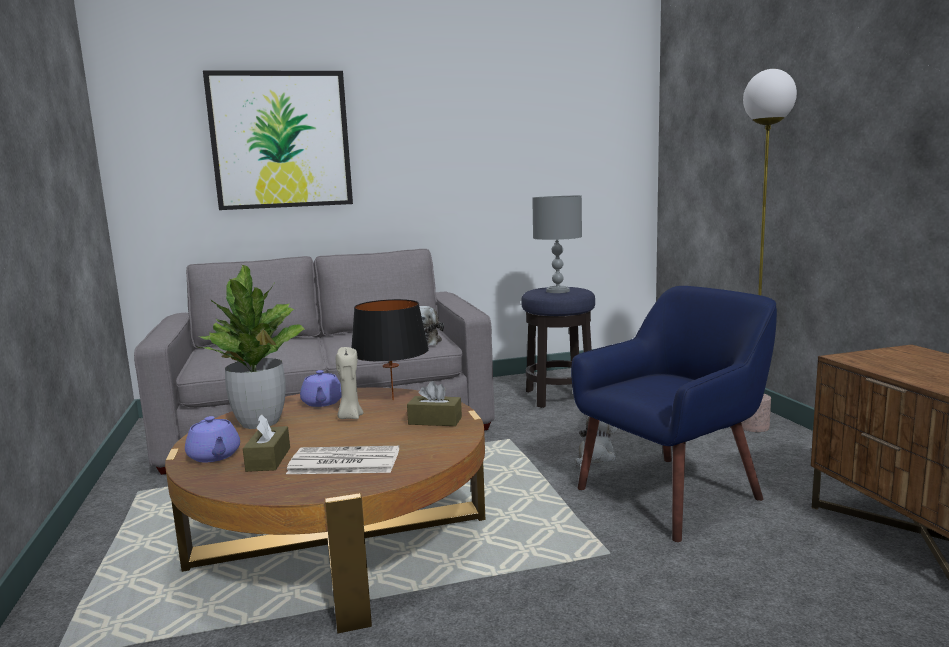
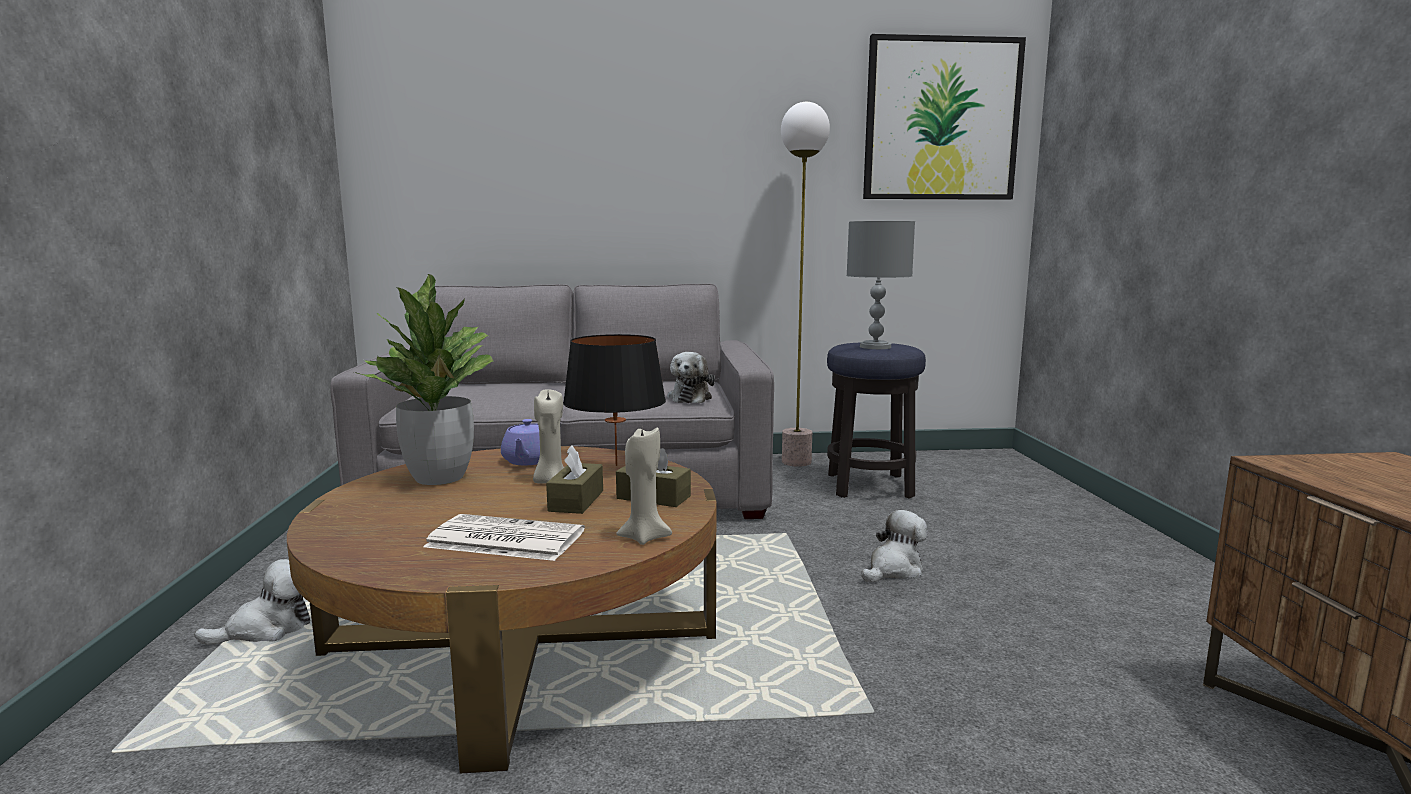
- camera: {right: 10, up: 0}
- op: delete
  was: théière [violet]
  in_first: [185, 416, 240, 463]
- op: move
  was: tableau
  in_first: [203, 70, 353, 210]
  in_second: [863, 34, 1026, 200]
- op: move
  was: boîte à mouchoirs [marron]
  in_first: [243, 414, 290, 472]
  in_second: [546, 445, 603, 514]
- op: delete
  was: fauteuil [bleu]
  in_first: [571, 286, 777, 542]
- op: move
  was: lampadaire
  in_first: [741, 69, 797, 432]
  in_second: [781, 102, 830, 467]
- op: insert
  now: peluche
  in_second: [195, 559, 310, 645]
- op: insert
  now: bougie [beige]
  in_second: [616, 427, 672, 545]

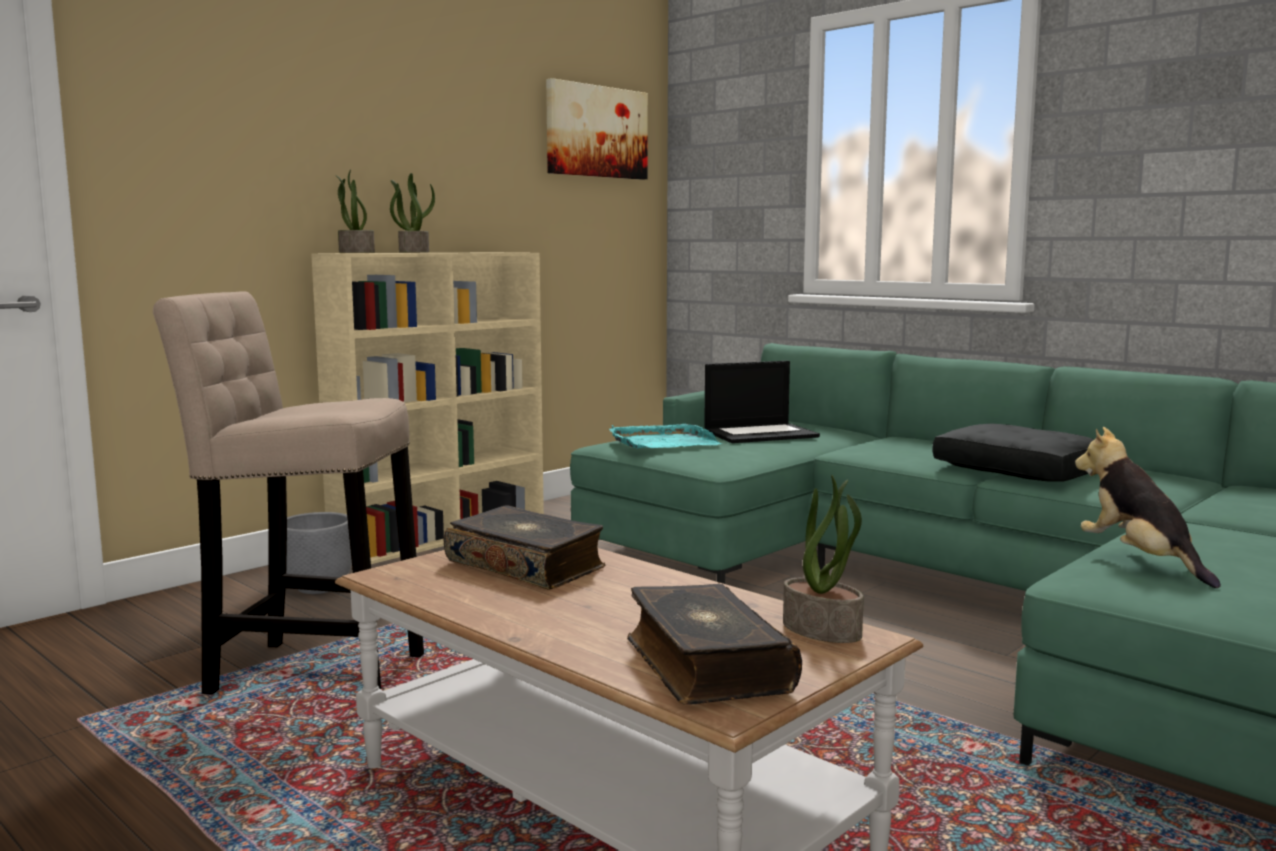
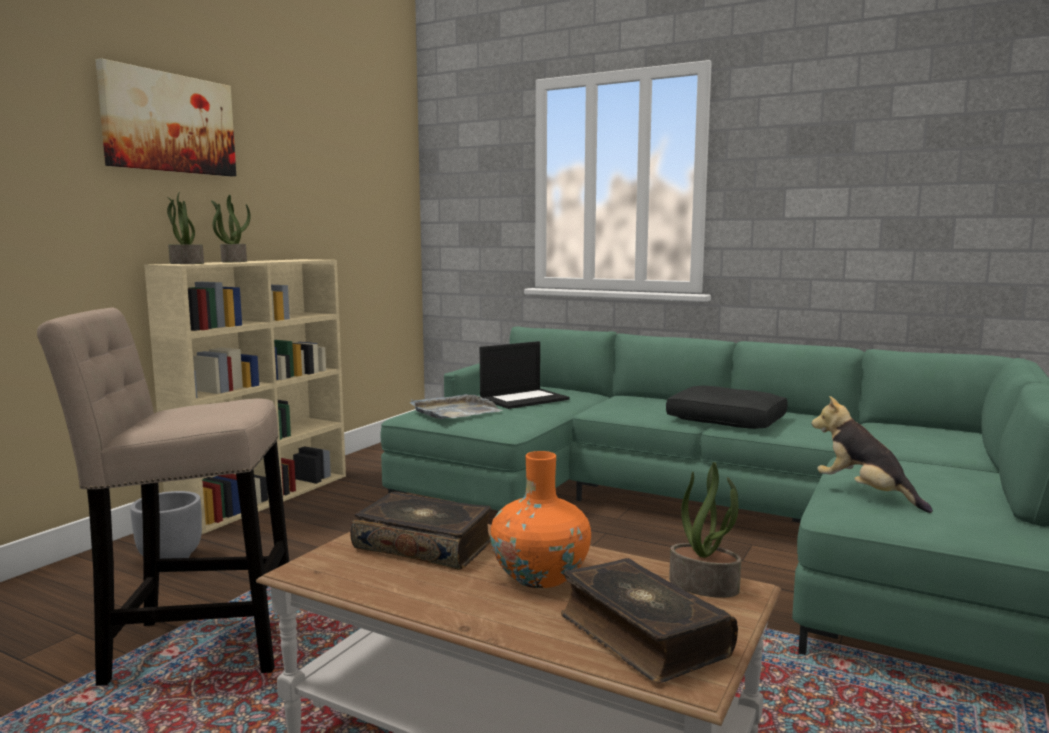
- camera: {right: -15, up: 0}
- op: move
  was: tableau
  in_first: [546, 78, 648, 180]
  in_second: [96, 58, 236, 176]
- op: recolor
  was: plateau [turquoise]
  now: plateau [gris]
  in_first: [609, 424, 722, 448]
  in_second: [410, 394, 503, 419]
- op: insert
  now: vase [orange]
  in_second: [490, 451, 591, 588]

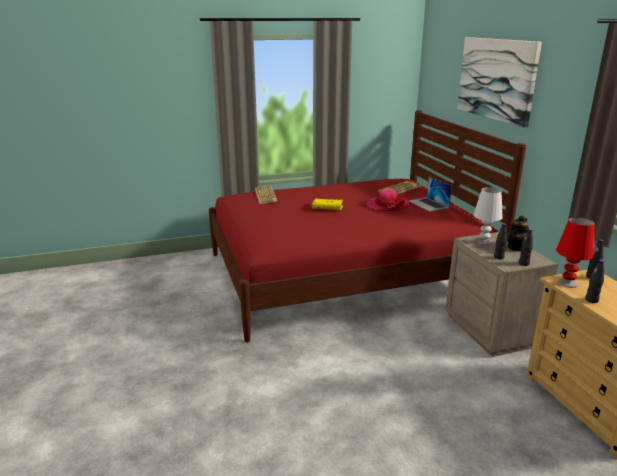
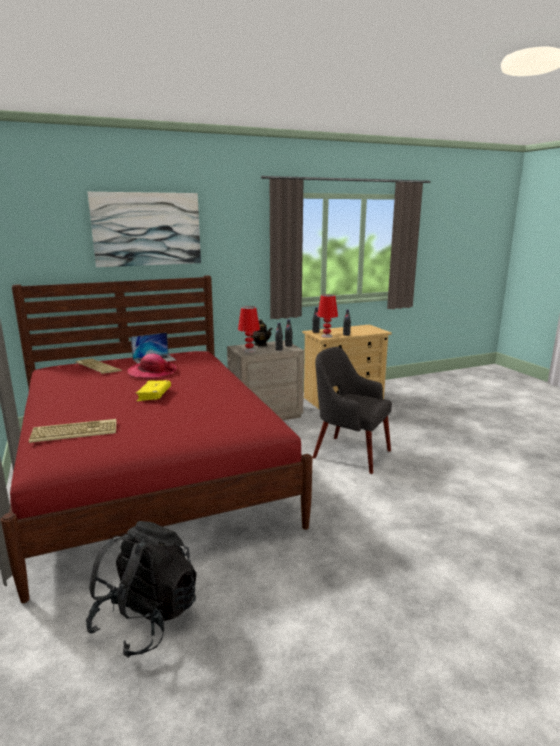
- camera: {right: -95, up: -5}
- op: recolor
  was: lampe de table [blanc]
  now: lampe de table [rouge]
  in_first: [474, 187, 503, 245]
  in_second: [238, 306, 260, 353]
- op: insert
  now: sac à dos [noir]
  in_second: [86, 521, 197, 658]
- op: insert
  now: fauteuil [gris]
  in_second: [312, 347, 392, 474]

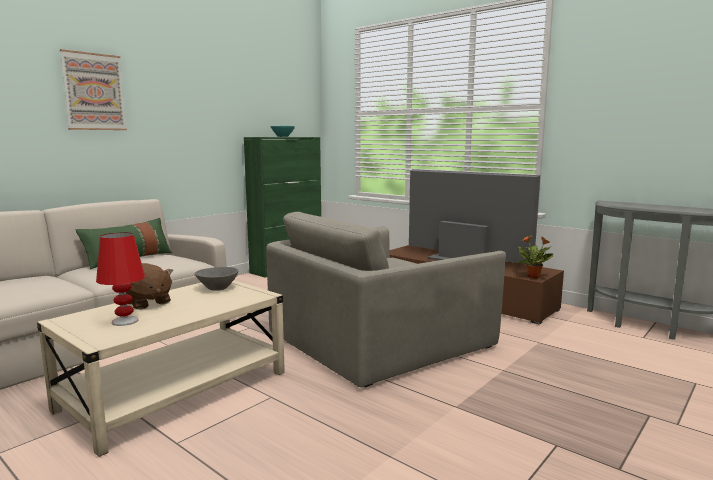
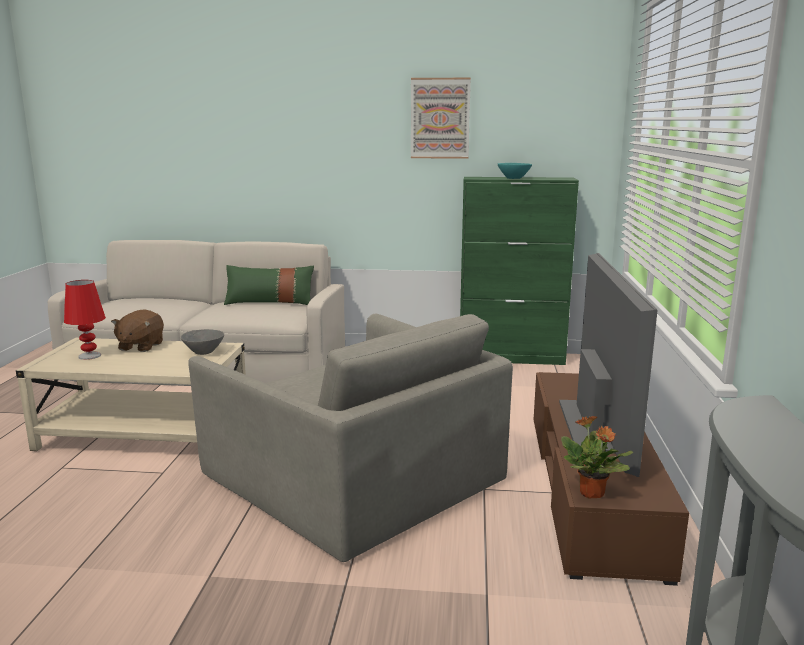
- camera: {right: 55, up: 5}
- op: move
  was: tableau
  in_first: [60, 49, 127, 130]
  in_second: [411, 78, 471, 159]
- op: rotate
  was: fauteuil [gris]
  in_first: [266, 212, 506, 387]
  in_second: [188, 314, 513, 562]
  clockwise: -150

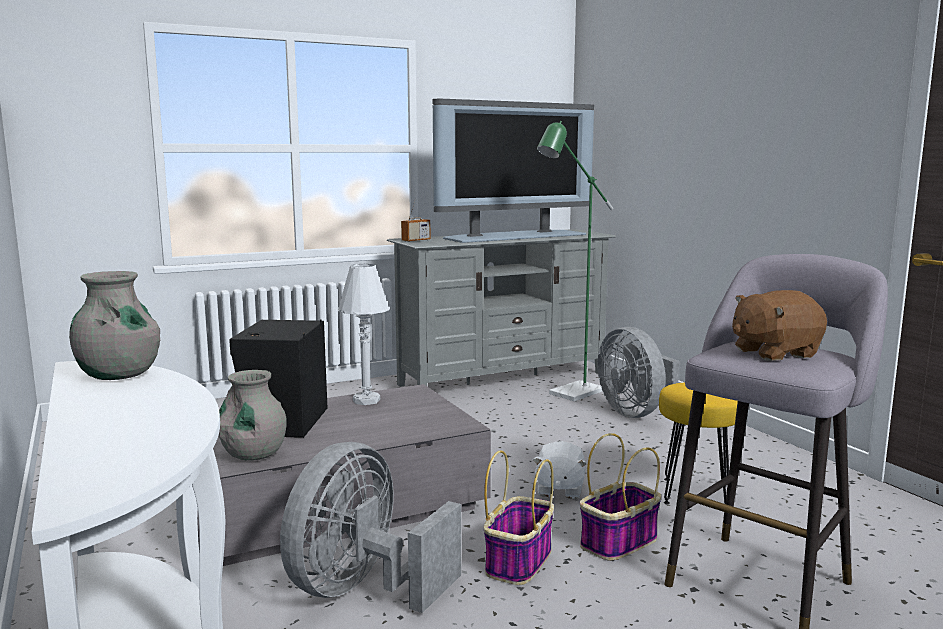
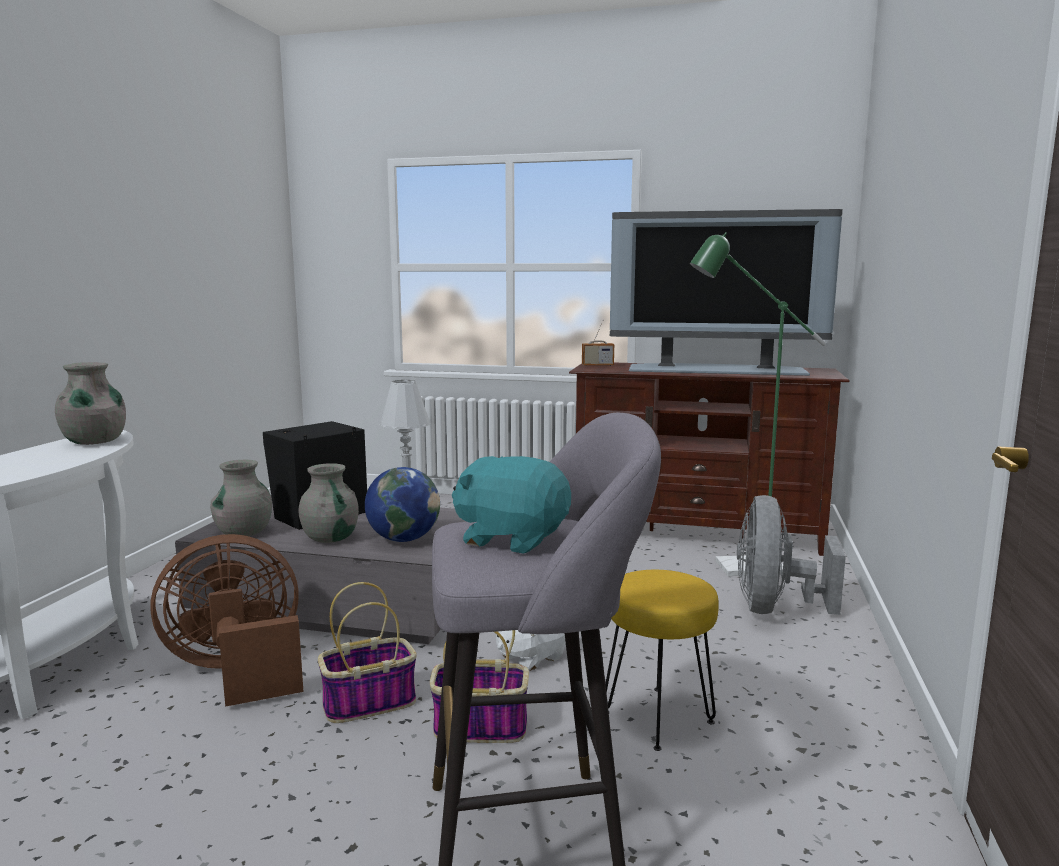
- camera: {right: 40, up: 0}
- op: recolor
  was: ventilateur [gris]
  now: ventilateur [marron]
  in_first: [280, 442, 461, 613]
  in_second: [151, 534, 303, 707]
- op: recolor
  was: meuble télé [gris]
  now: meuble télé [marron]
  in_first: [387, 229, 616, 387]
  in_second: [569, 363, 850, 556]
- op: recolor
  was: peluche [marron]
  now: peluche [turquoise]
  in_first: [732, 290, 827, 361]
  in_second: [452, 456, 571, 554]
- op: insert
  now: vase [gris]
  in_second: [298, 463, 359, 543]
- op: insert
  now: globe
  in_second: [365, 467, 440, 542]

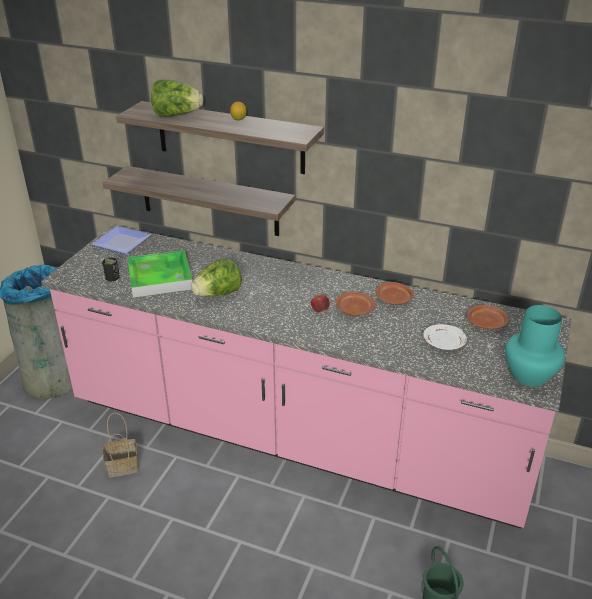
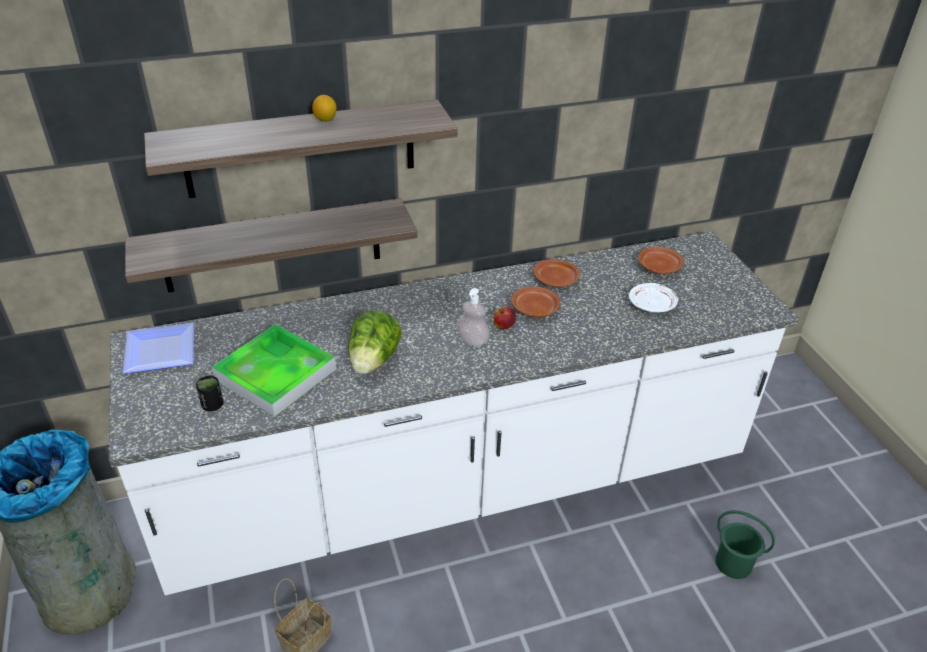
- camera: {right: -40, up: 5}
- op: recolor
  was: comptoir de cuisine [rose]
  now: comptoir de cuisine [blanc]
  in_first: [41, 225, 571, 529]
  in_second: [109, 232, 799, 595]
- op: delete
  was: laitue
  in_first: [151, 79, 203, 117]
- op: delete
  was: vase [turquoise]
  in_first: [505, 305, 565, 387]
- op: insert
  now: distributeur de savon
  in_second: [457, 288, 490, 346]

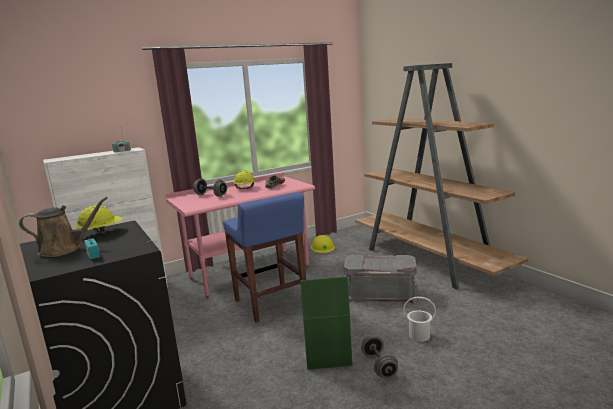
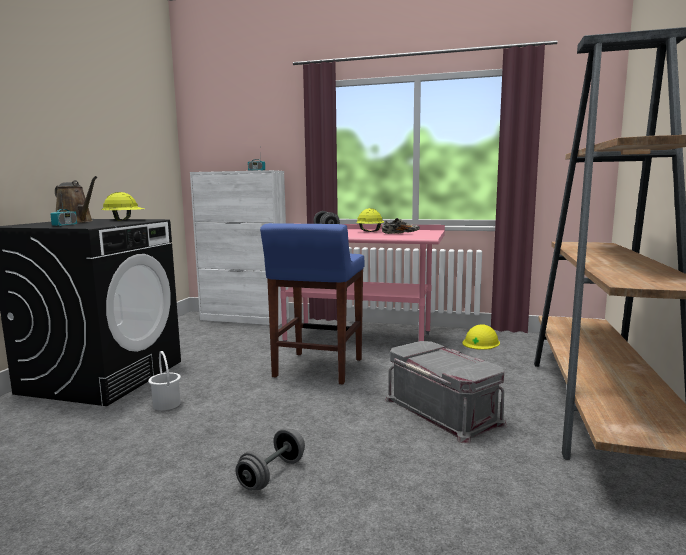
- camera: {right: 45, up: -5}
- op: delete
  was: boîte de rangement [vert]
  in_first: [300, 276, 352, 370]
- op: move
  was: seau [blanc]
  in_first: [403, 297, 436, 342]
  in_second: [148, 351, 181, 410]

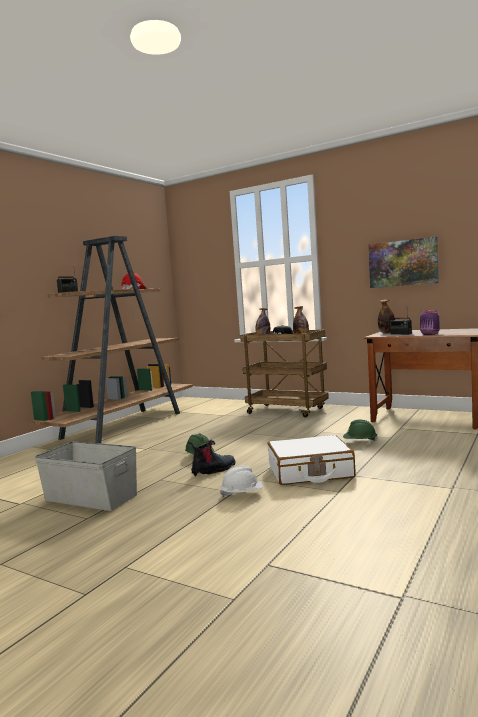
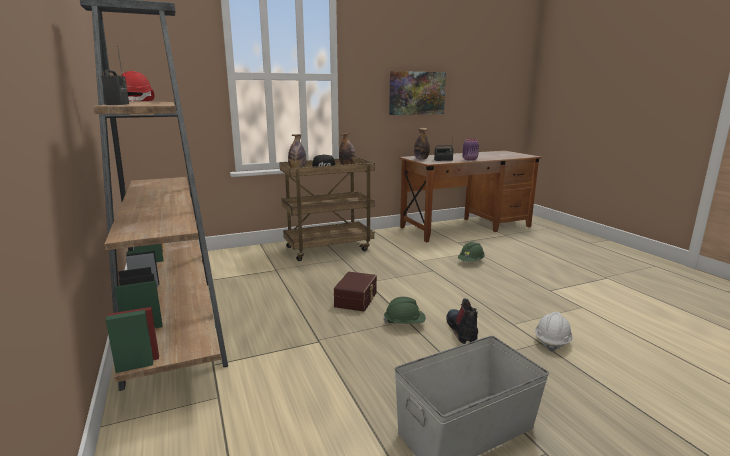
- camera: {right: -55, up: 10}
- op: delete
  was: valise [blanc]
  in_first: [267, 435, 356, 485]
- op: insert
  now: boîte de rangement [marron]
  in_second: [334, 272, 377, 312]

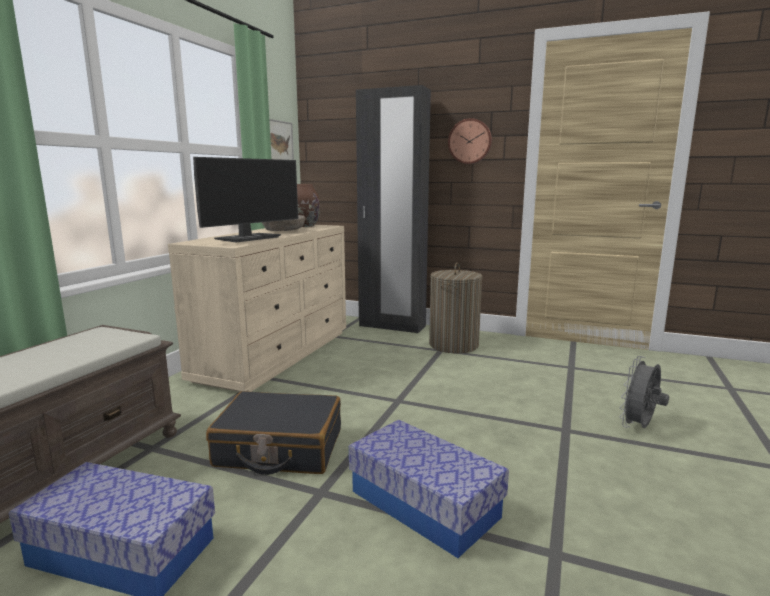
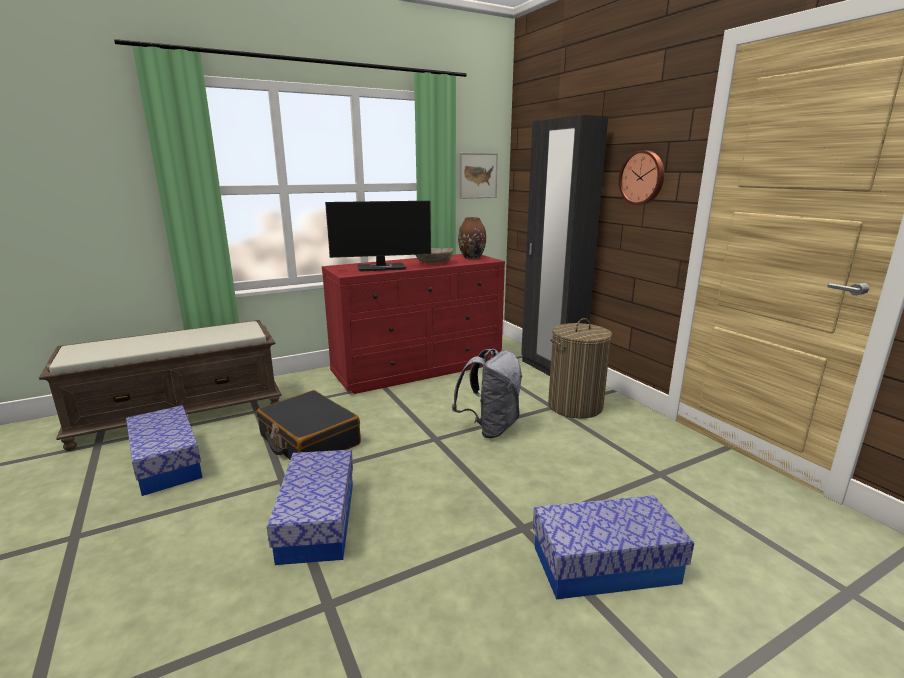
- camera: {right: 40, up: 5}
- op: recolor
  was: commode [beige]
  now: commode [rouge]
  in_first: [168, 225, 346, 392]
  in_second: [322, 254, 505, 394]
- op: replace
  was: ventilateur [gris]
  now: boîte de rangement
  in_first: [620, 356, 669, 428]
  in_second: [533, 495, 694, 600]
- op: insert
  now: sac à dos [gris]
  in_second: [452, 349, 522, 438]

